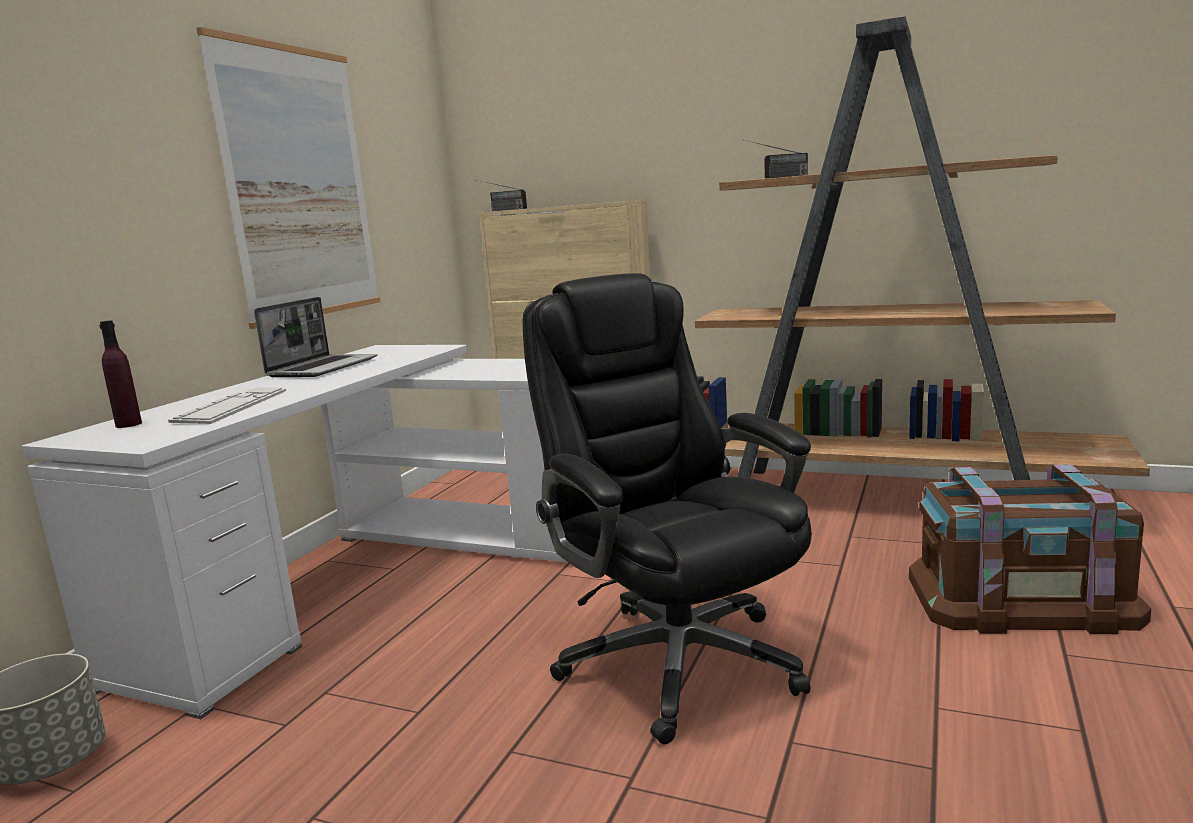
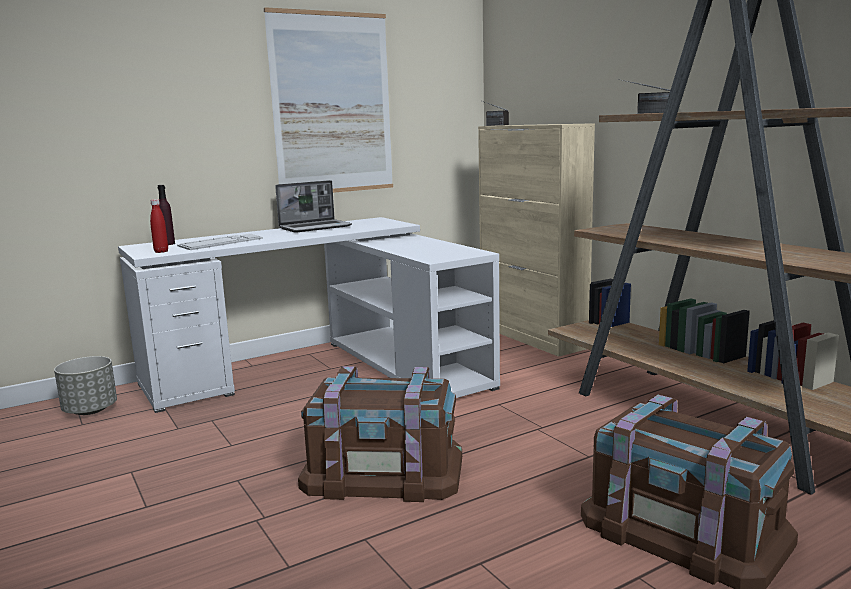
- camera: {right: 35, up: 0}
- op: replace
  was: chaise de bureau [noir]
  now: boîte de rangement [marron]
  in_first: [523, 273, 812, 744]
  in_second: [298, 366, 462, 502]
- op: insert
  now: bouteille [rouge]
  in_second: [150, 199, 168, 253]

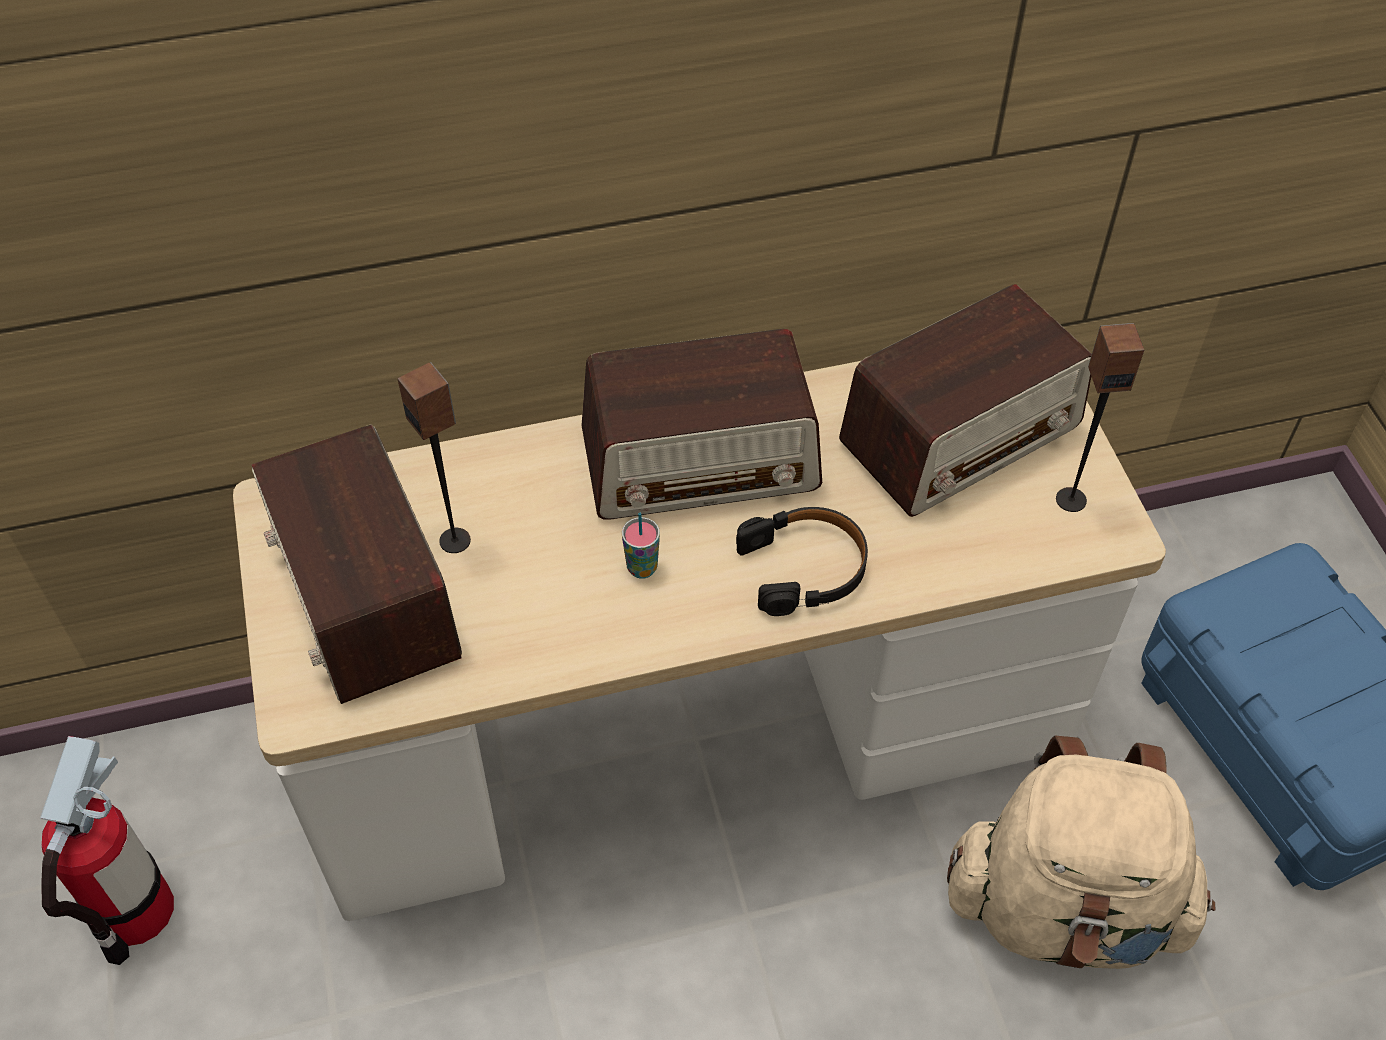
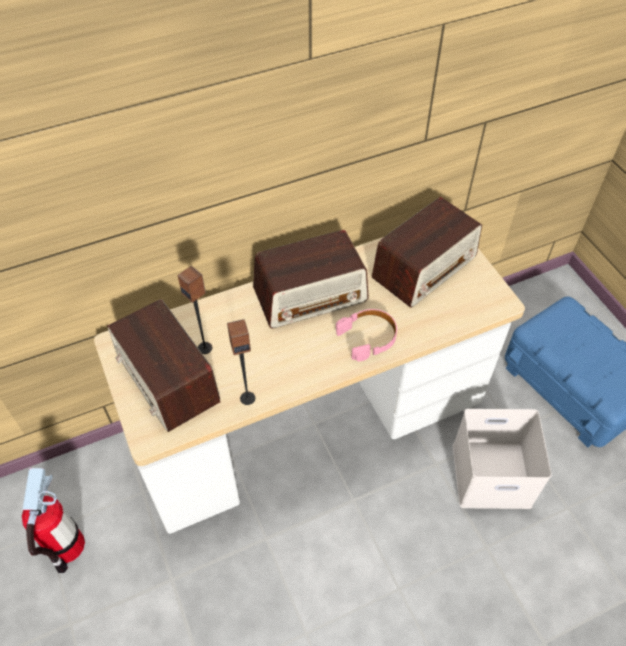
- camera: {right: -10, up: 0}
- op: delete
  was: tasse
  in_first: [622, 513, 660, 579]
- op: recolor
  was: casque audio [noir]
  now: casque audio [rose]
  in_first: [736, 507, 868, 616]
  in_second: [336, 309, 397, 361]
- op: replace
  was: sac à dos [beige]
  now: boîte de rangement [blanc]
  in_first: [947, 736, 1215, 969]
  in_second: [453, 409, 552, 509]
- op: move
  was: enceinte
  in_first: [1056, 323, 1144, 512]
  in_second: [227, 319, 255, 405]

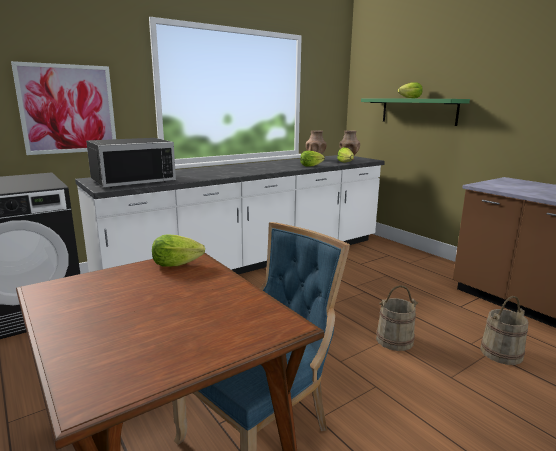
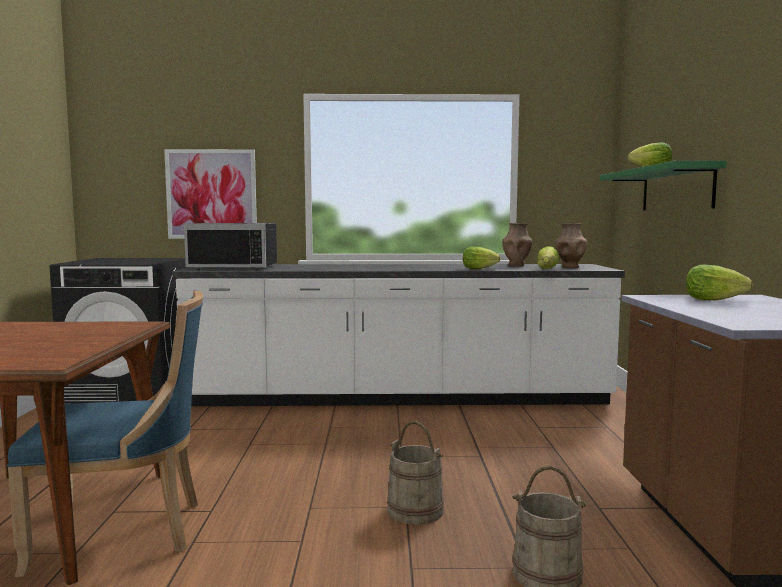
- camera: {right: 35, up: -10}
- op: move
  was: laitue
  in_first: [152, 234, 205, 267]
  in_second: [686, 265, 753, 300]

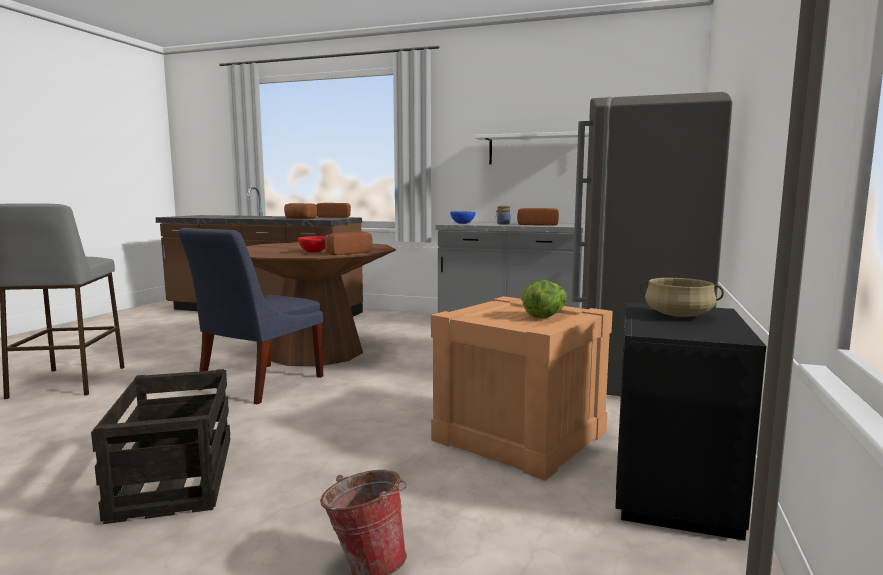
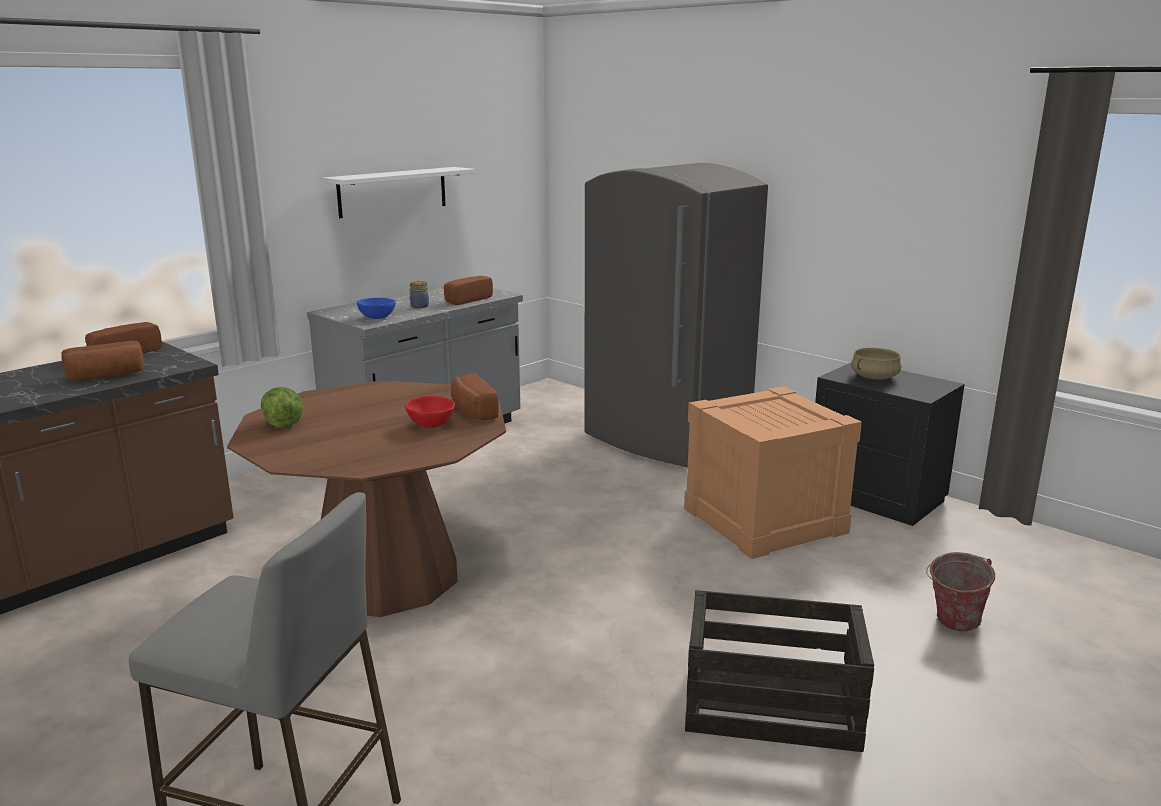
- camera: {right: -65, up: 10}
- op: delete
  was: chaise [bleu]
  in_first: [178, 228, 323, 404]
- op: move
  was: laitue
  in_first: [522, 280, 567, 318]
  in_second: [261, 387, 303, 429]

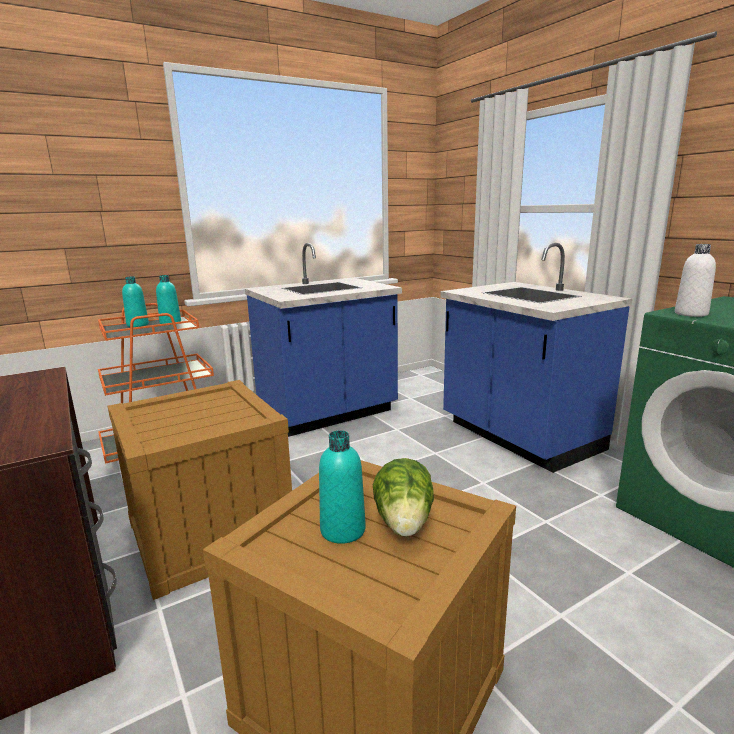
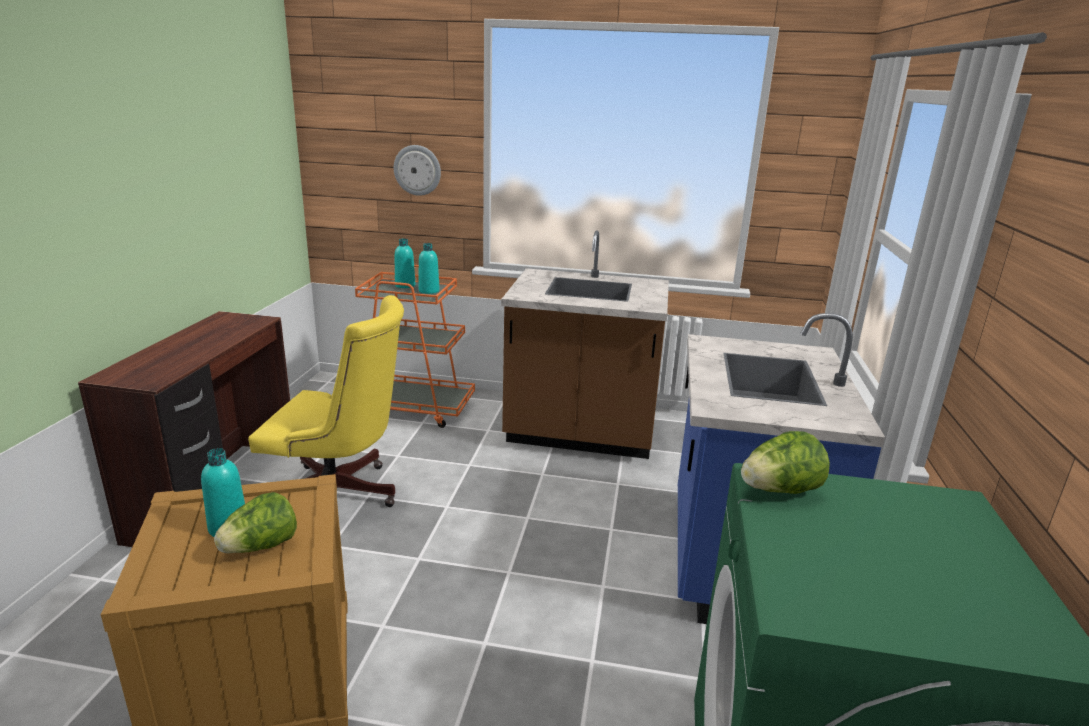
- camera: {right: 40, up: 5}
- op: replace
  was: caisse
  now: chaise de bureau [jaune]
  in_first: [108, 380, 292, 600]
  in_second: [248, 295, 404, 507]
- op: recolor
  was: comptoir de cuisine [bleu]
  now: comptoir de cuisine [marron]
  in_first: [245, 243, 402, 437]
  in_second: [501, 231, 669, 459]
- op: replace
  was: bouteille [blanc]
  now: laitue
  in_first: [675, 244, 716, 317]
  in_second: [741, 431, 830, 494]
- op: insert
  now: horloge murale
  in_second: [394, 145, 441, 196]

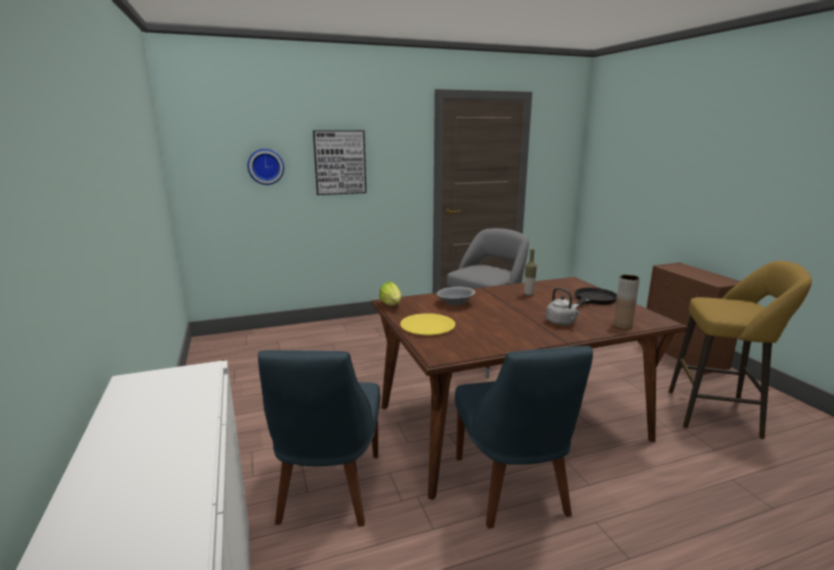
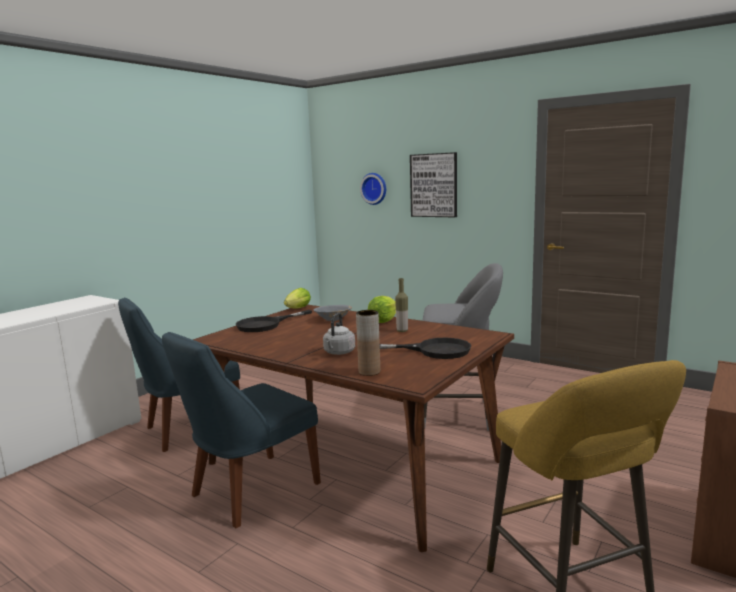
- camera: {right: 55, up: -5}
- op: replace
  was: assiette [jaune]
  now: poêle [noir]
  in_first: [400, 313, 455, 335]
  in_second: [236, 310, 312, 332]
- op: insert
  now: laitue
  in_second: [368, 296, 396, 323]

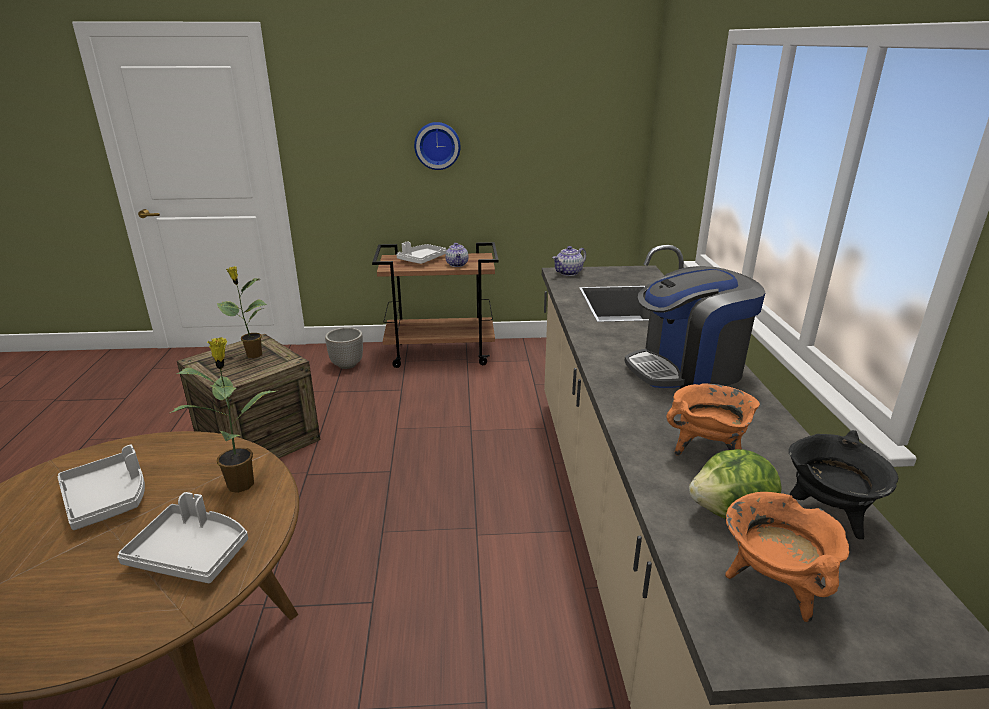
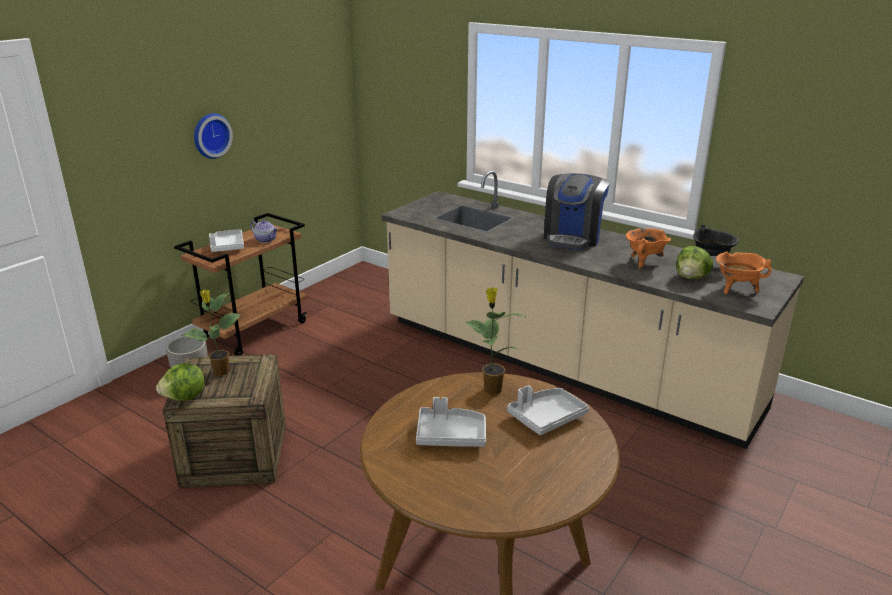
- camera: {right: -50, up: 0}
- op: delete
  was: théière
  in_first: [552, 246, 586, 276]
- op: insert
  now: laitue
  in_second: [156, 363, 205, 401]

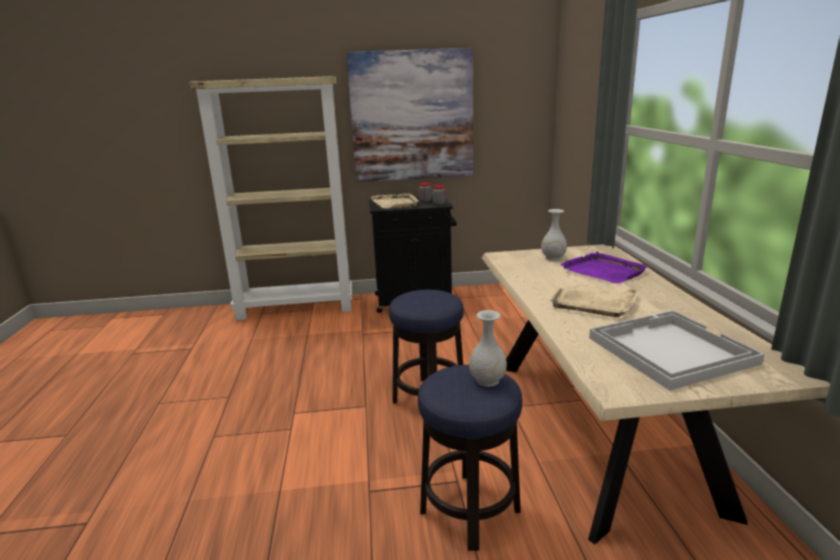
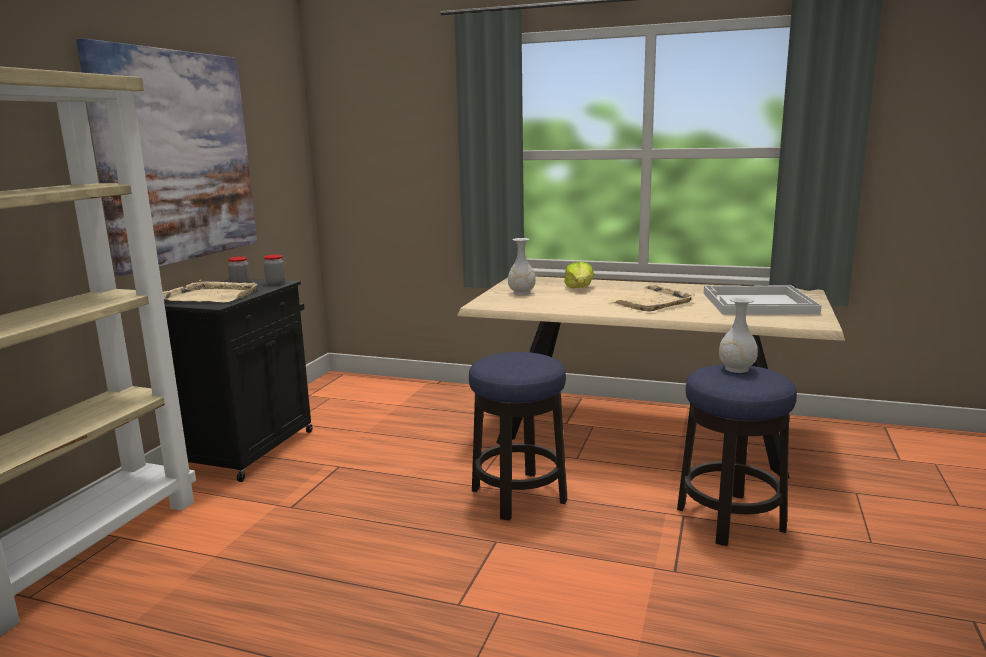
- camera: {right: -65, up: -5}
- op: replace
  was: plateau [violet]
  now: laitue
  in_first: [561, 251, 647, 284]
  in_second: [564, 262, 594, 288]

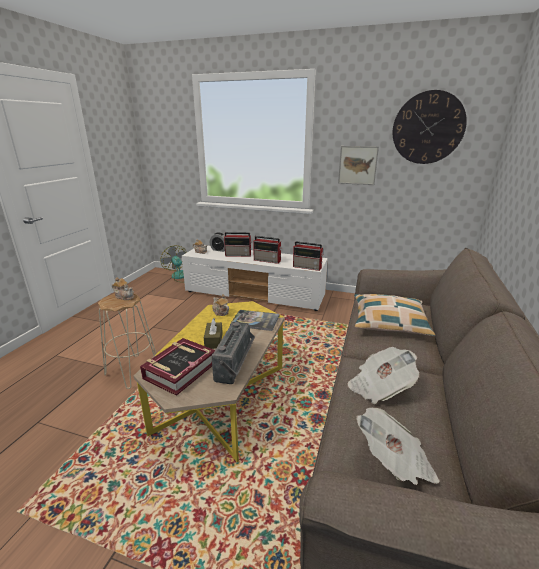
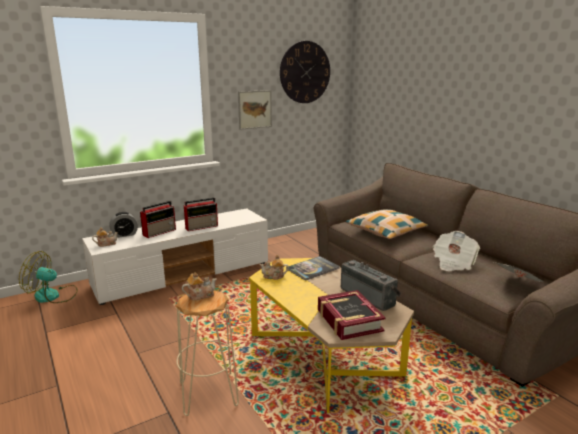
- camera: {right: -50, up: -5}
- op: delete
  was: boîte à mouchoirs [marron]
  in_first: [204, 318, 223, 349]
- op: delete
  was: radio
  in_first: [293, 241, 324, 271]

